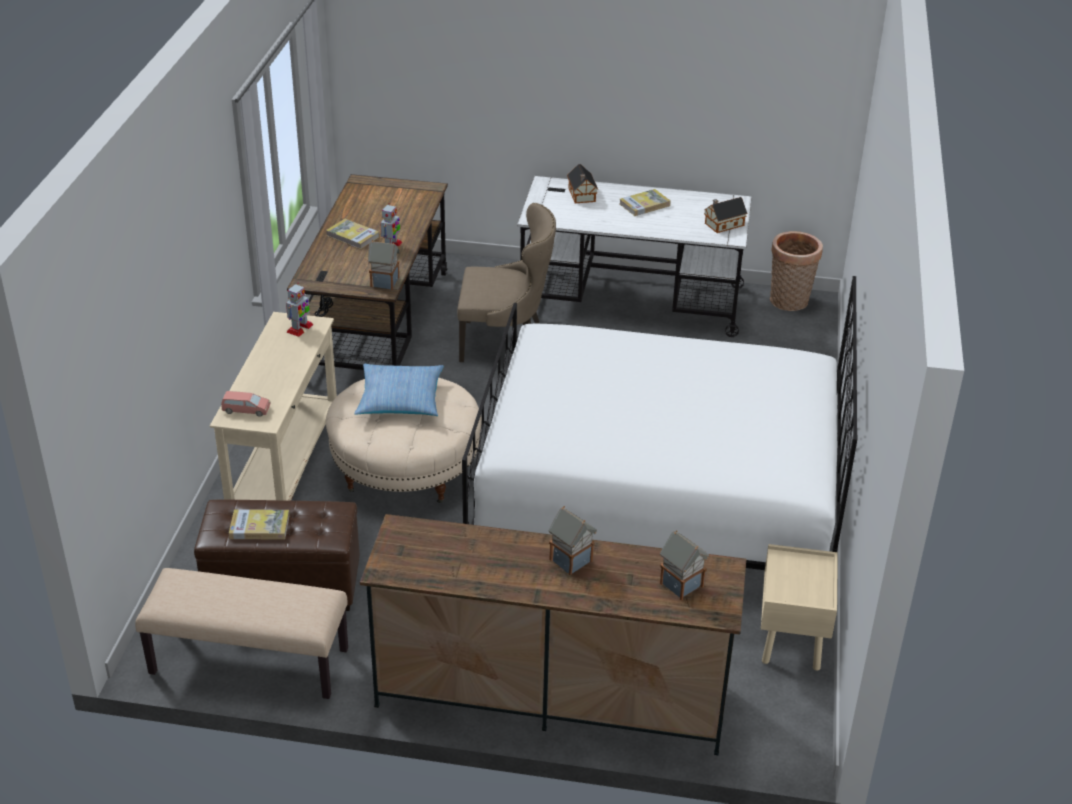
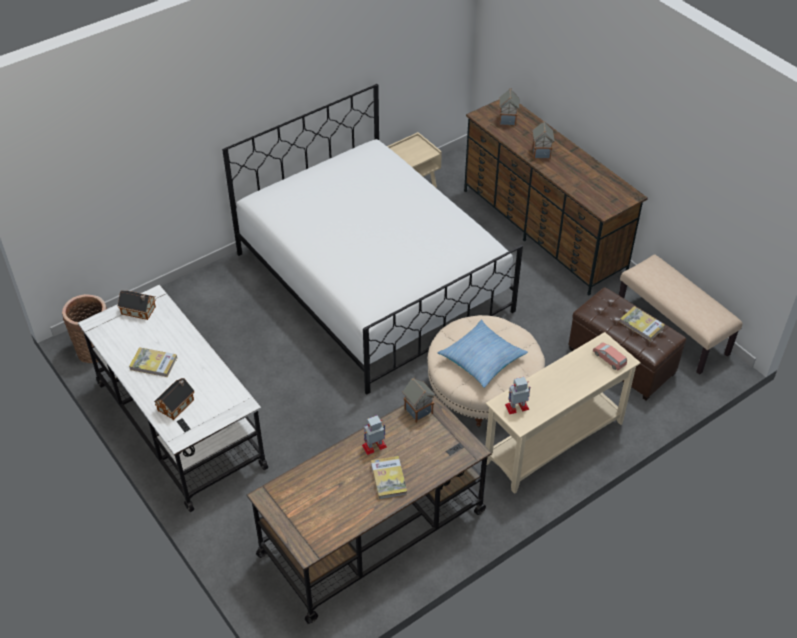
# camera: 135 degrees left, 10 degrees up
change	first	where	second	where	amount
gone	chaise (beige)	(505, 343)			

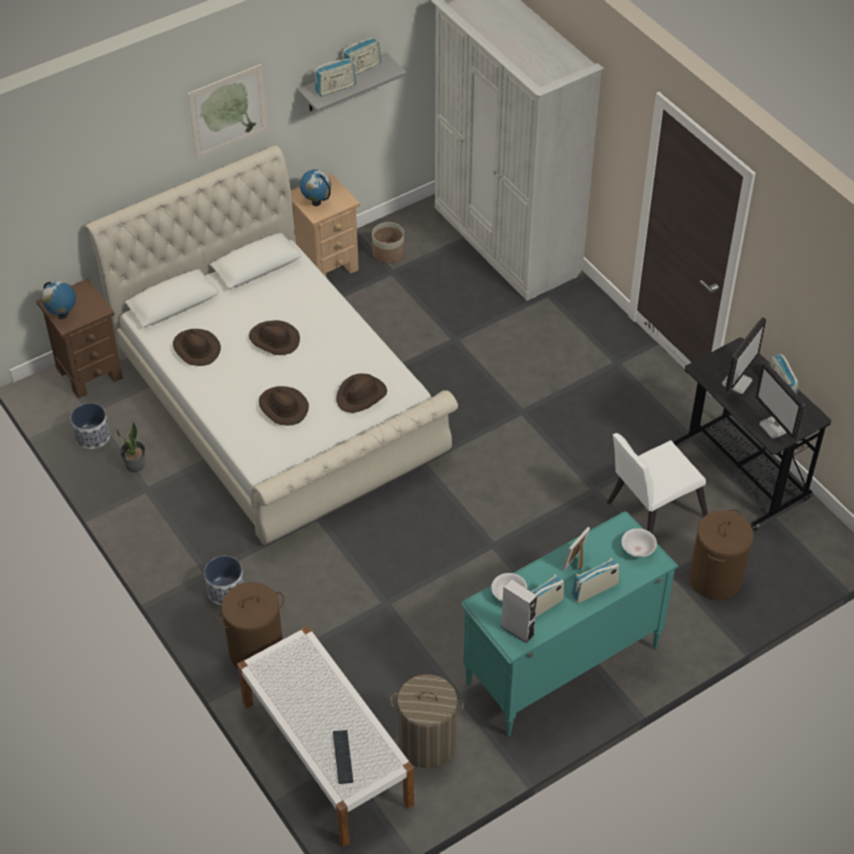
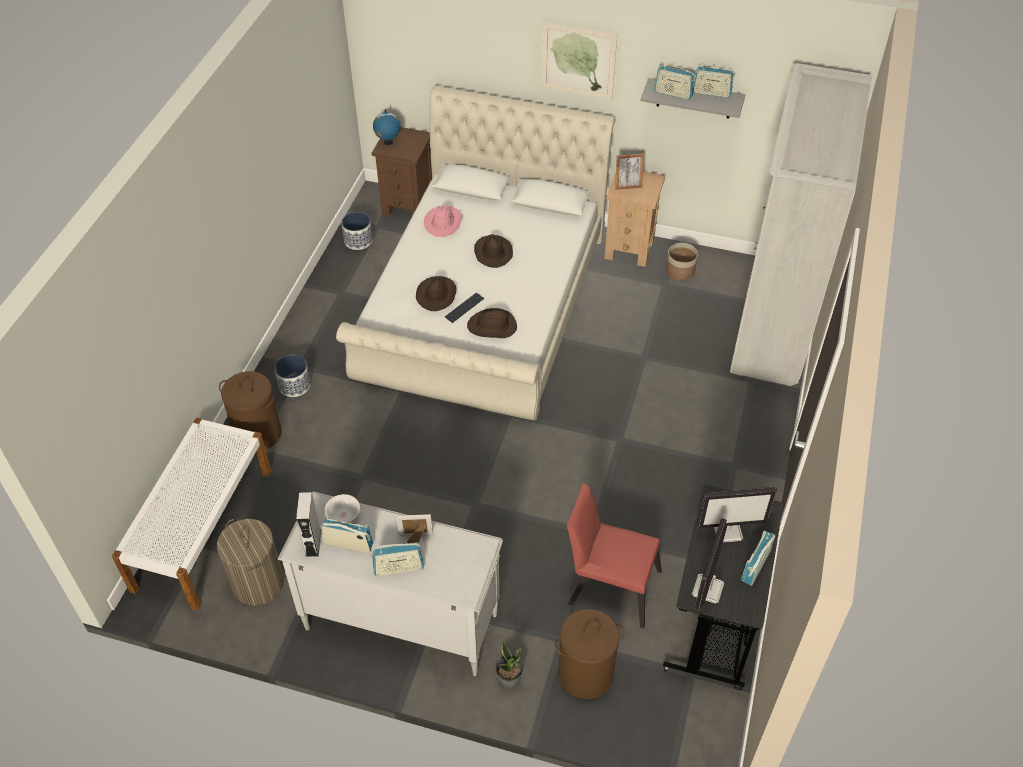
# camera: 50 degrees right, 0 degrees up
change	first	where	second	where	amount
repainted	commode (turquoise)	(560, 665)	commode (blanc)	(400, 620)	
rotated	radio	(594, 589)		(398, 568)	150 degrees clockwise
repainted	chapeau (marron)	(196, 349)	chapeau (rose)	(443, 222)	
shifted	clavier	(342, 757)		(464, 308)	
shifted	plante en pot	(135, 465)		(509, 679)	
repainted	chaise (blanc)	(650, 511)	chaise (rouge)	(609, 584)	
swapped	globe	(316, 202)	cadre photo	(628, 186)	
gone	bol (blanc)	(637, 550)			

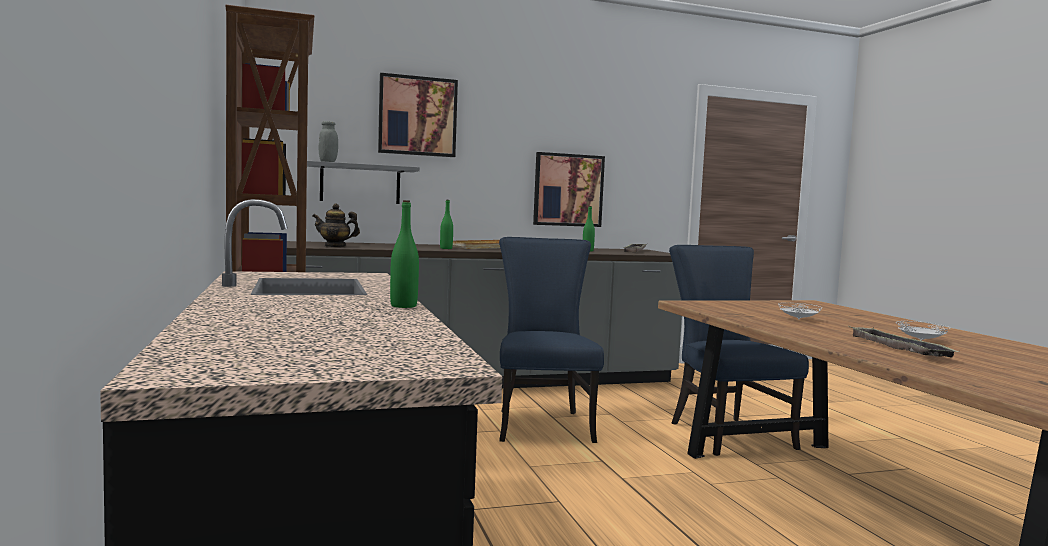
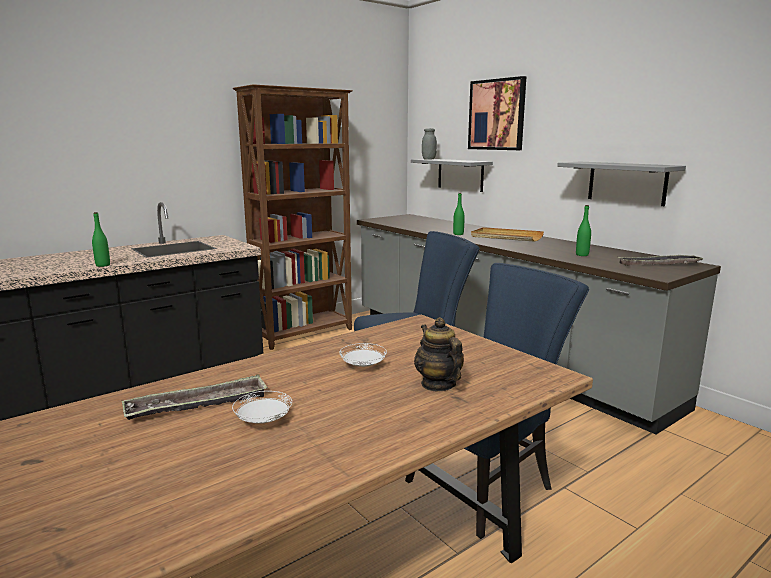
# camera: 70 degrees right, 10 degrees up
change	first	where	second	where	amount
shifted	théière	(335, 246)		(438, 384)	
swapped	tableau	(568, 190)	étagère (gris)	(626, 183)	

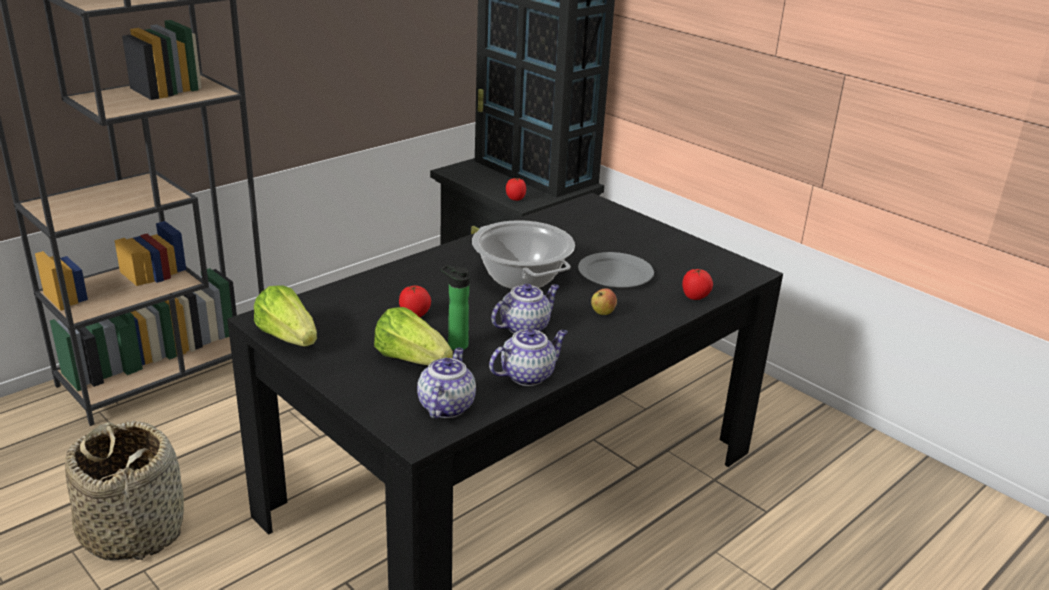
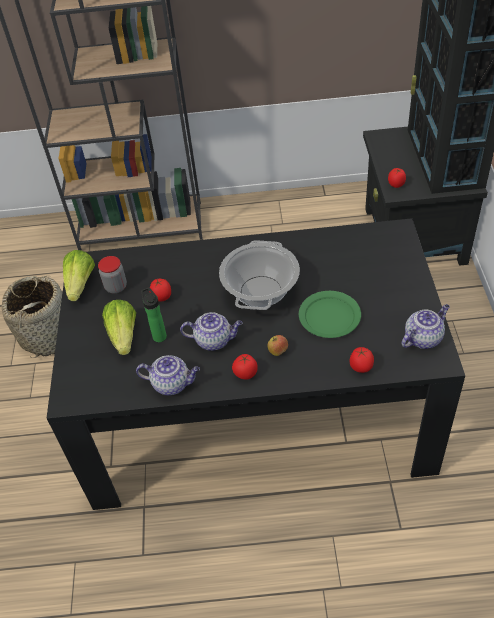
# camera: 45 degrees right, 20 degrees up
change	first	where	second	where	amount
new			bocal	(116, 287)	
new			tomate	(245, 374)	
repainted	assiette (gris)	(616, 274)	assiette (vert)	(330, 316)	
shifted	théière	(446, 406)		(423, 338)	

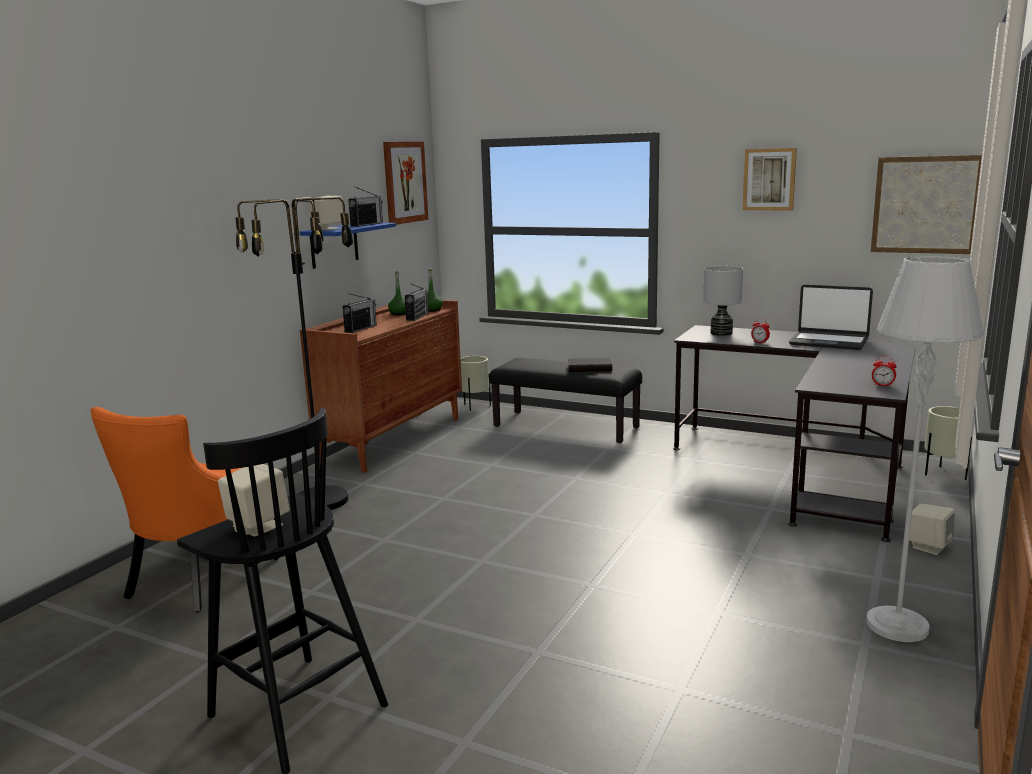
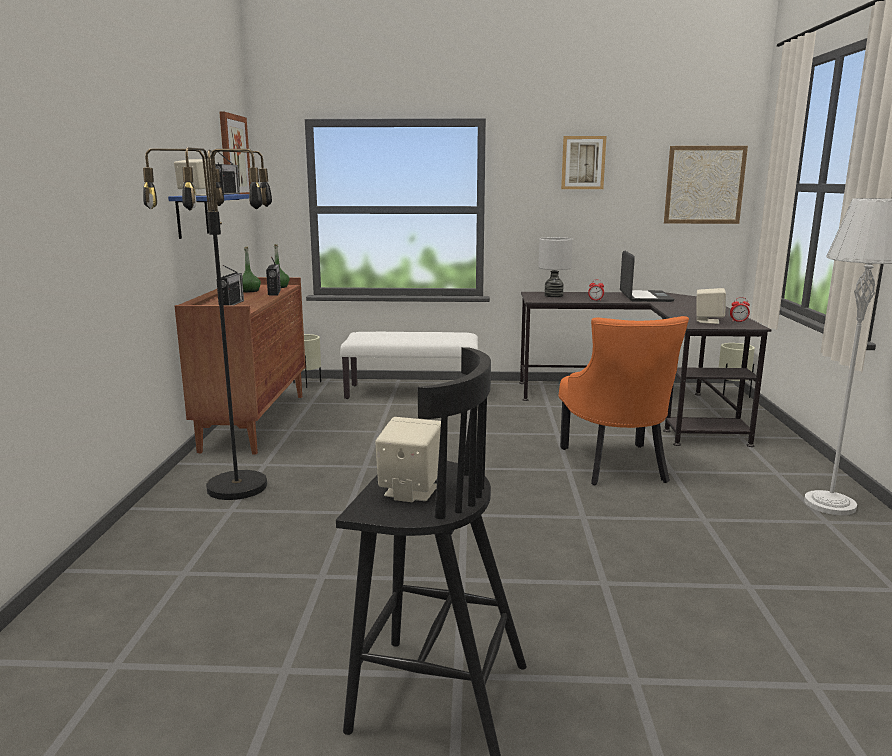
# camera: 25 degrees left, 0 degrees up
change	first	where	second	where	amount
repainted	banc (noir)	(566, 426)	banc (blanc)	(412, 392)	
shifted	chaise (orange)	(203, 576)		(613, 464)	
rotated	ordinateur portable	(828, 342)		(644, 297)	90 degrees counterclockwise
shifted	enceinte (beige)	(928, 546)		(708, 321)	
gone	livre (noir)	(590, 367)			

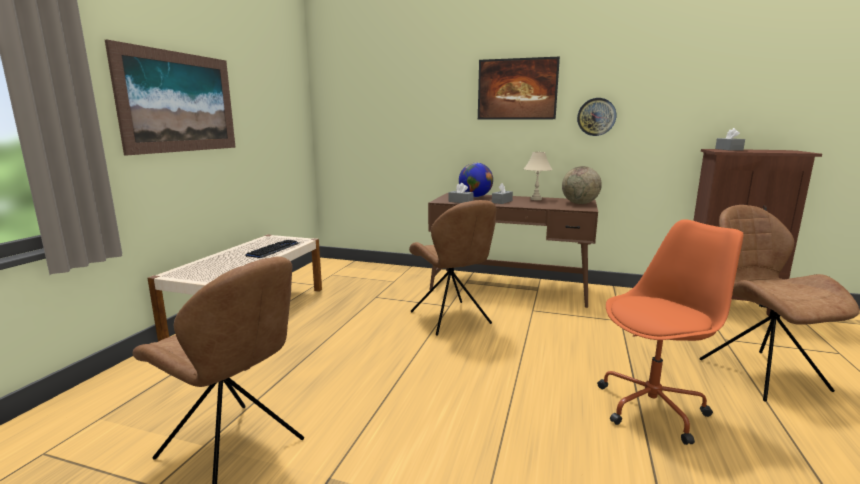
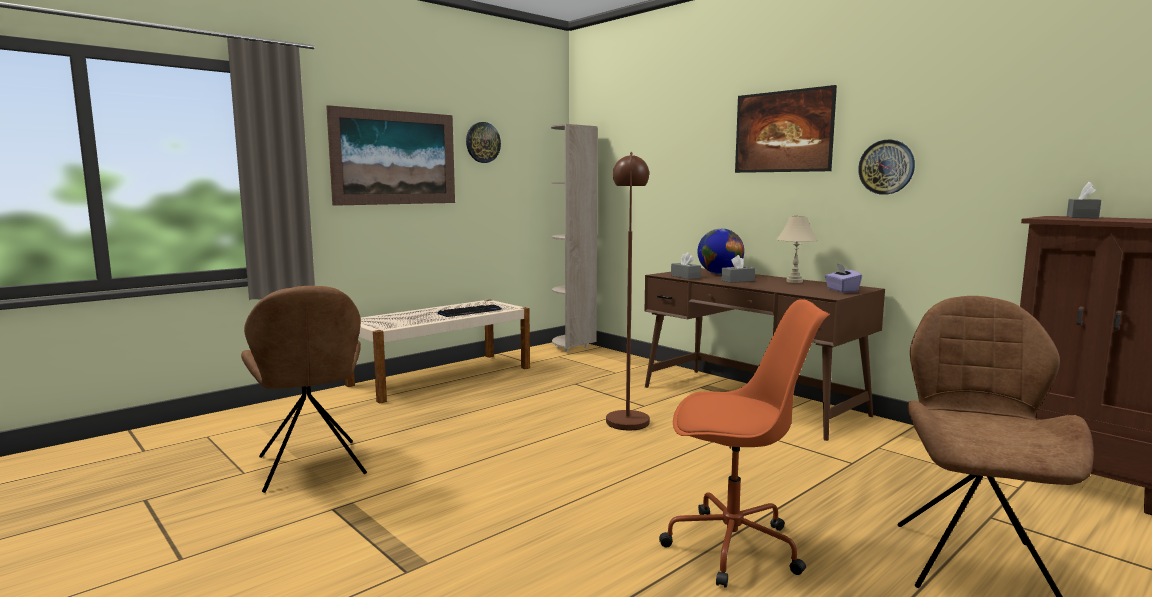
# camera: 30 degrees right, 5 degrees down
change	first	where	second	where	amount
new			horloge murale	(482, 142)	
new			bibliothèque (beige)	(570, 347)	
swapped	chaise (marron)	(451, 319)	lampadaire (marron)	(627, 418)	
swapped	globe	(580, 203)	boîte à mouchoirs (violet)	(841, 290)	

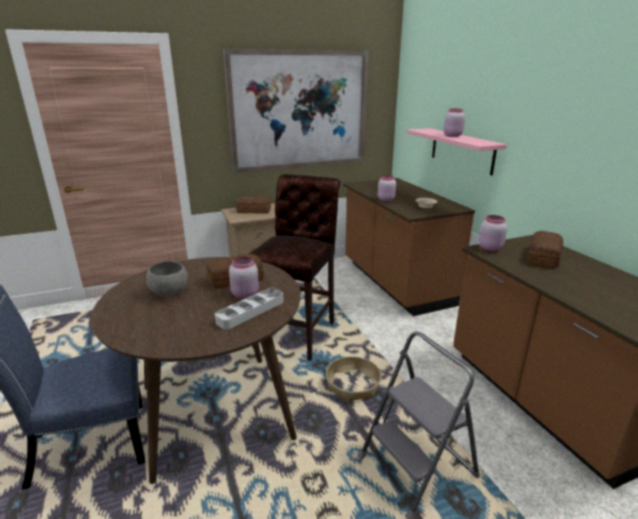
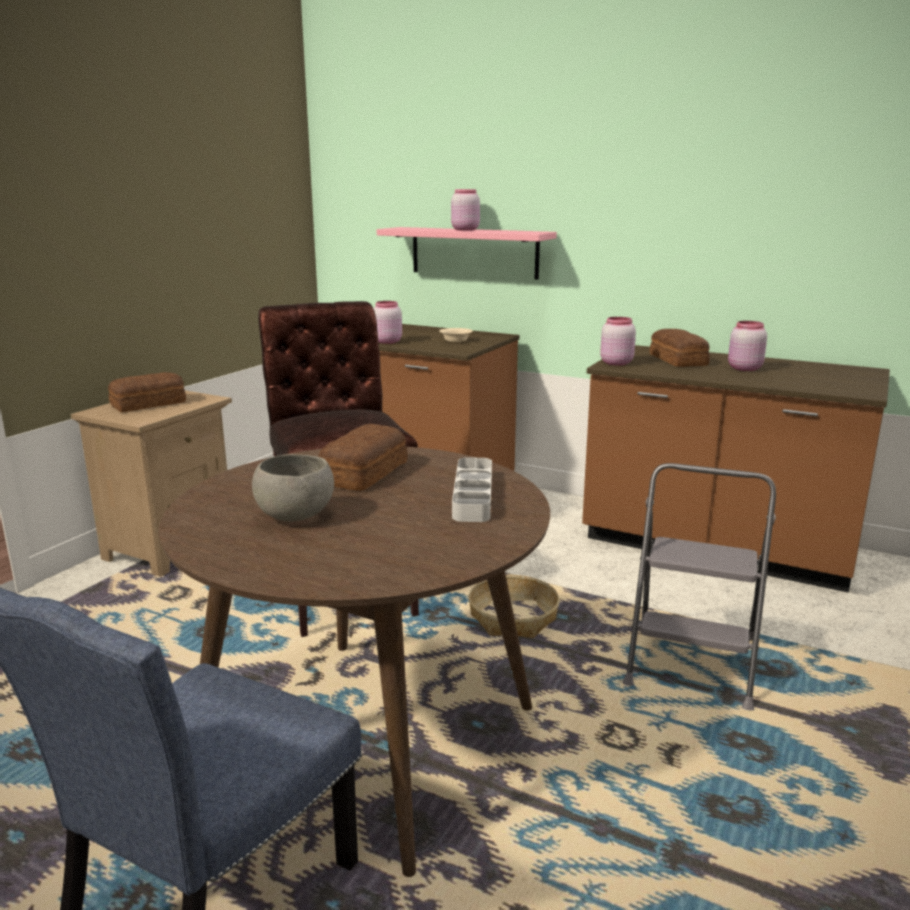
# camera: 40 degrees left, 5 degrees down
change	first	where	second	where	amount
shifted	bocal (rose)	(244, 294)		(743, 368)	
gone	tableau	(299, 110)			

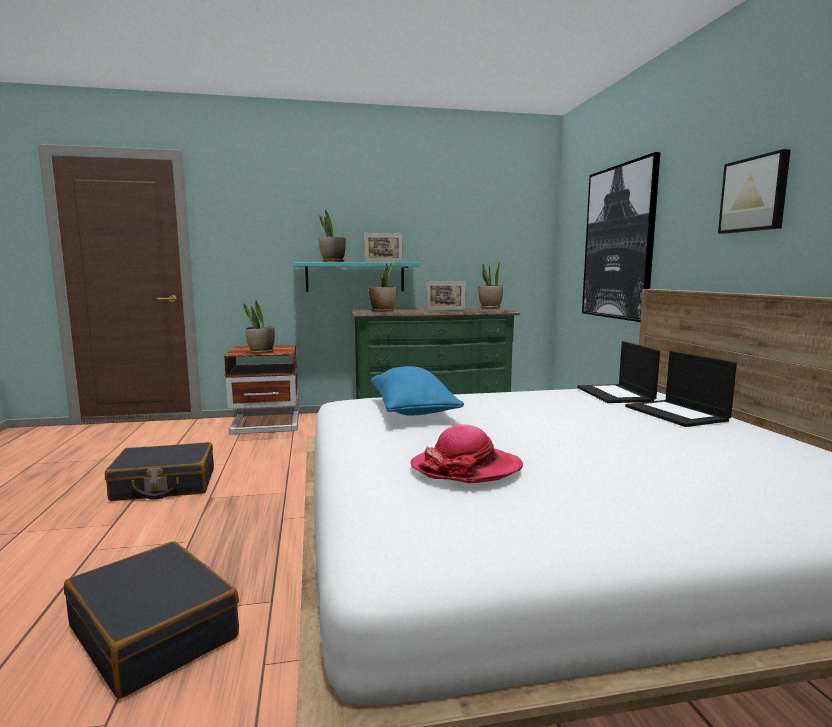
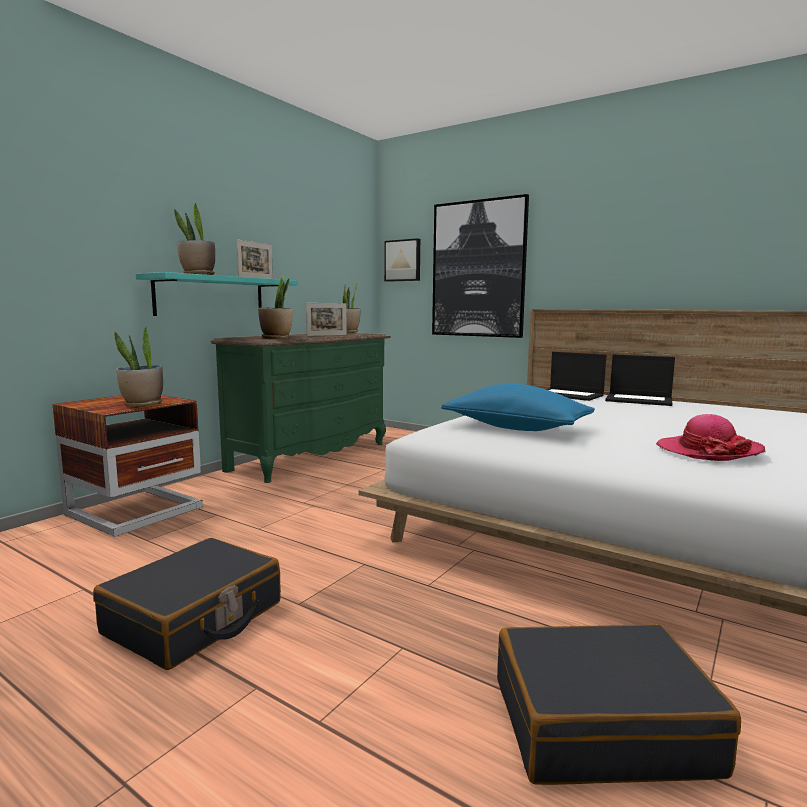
# camera: 45 degrees left, 0 degrees up
change	first	where	second	where	amount
shifted	tableau	(755, 194)		(403, 260)	

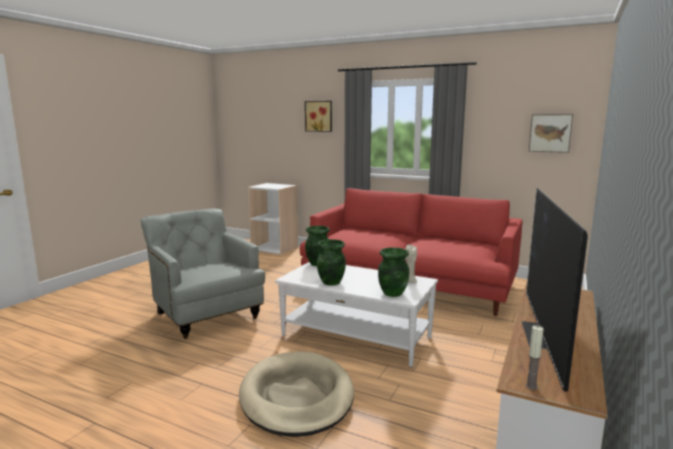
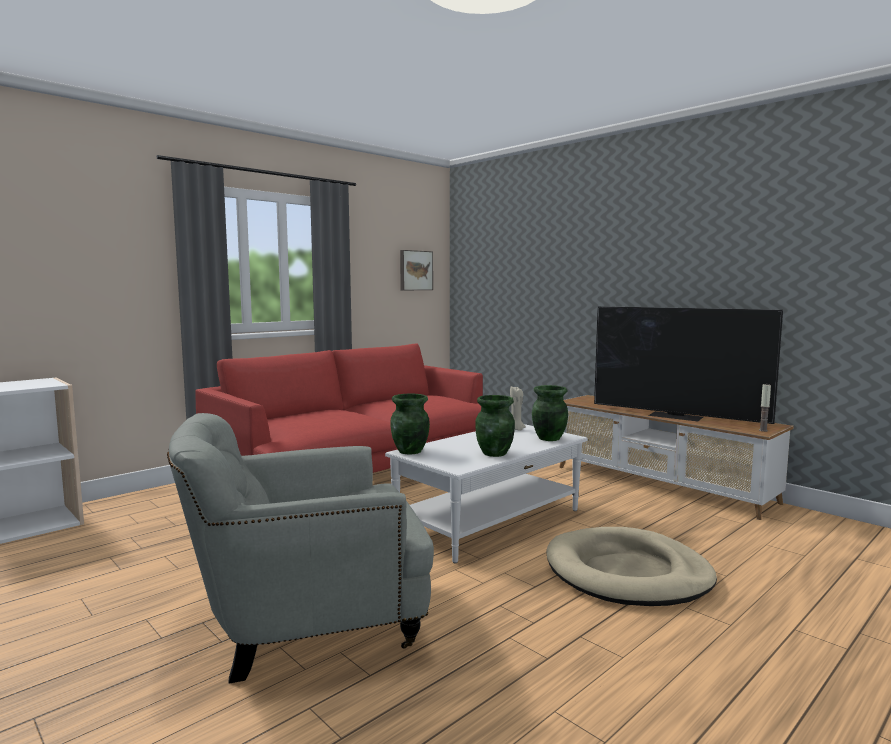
# camera: 70 degrees left, 5 degrees down
change	first	where	second	where	amount
gone	tableau	(319, 116)			

